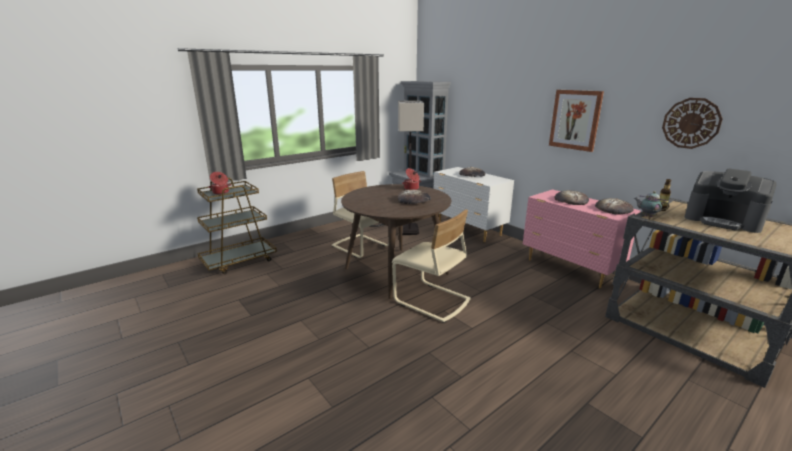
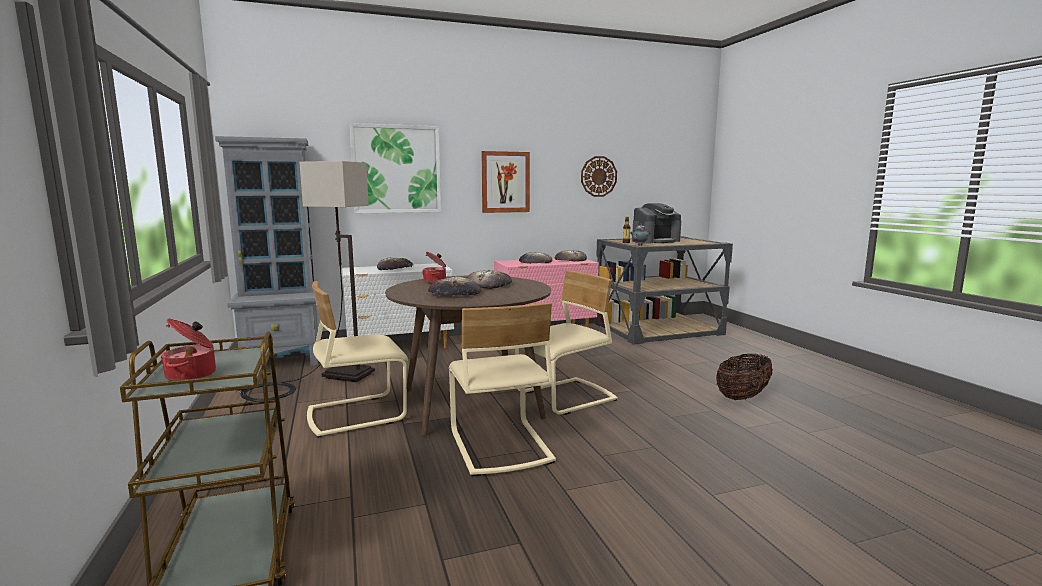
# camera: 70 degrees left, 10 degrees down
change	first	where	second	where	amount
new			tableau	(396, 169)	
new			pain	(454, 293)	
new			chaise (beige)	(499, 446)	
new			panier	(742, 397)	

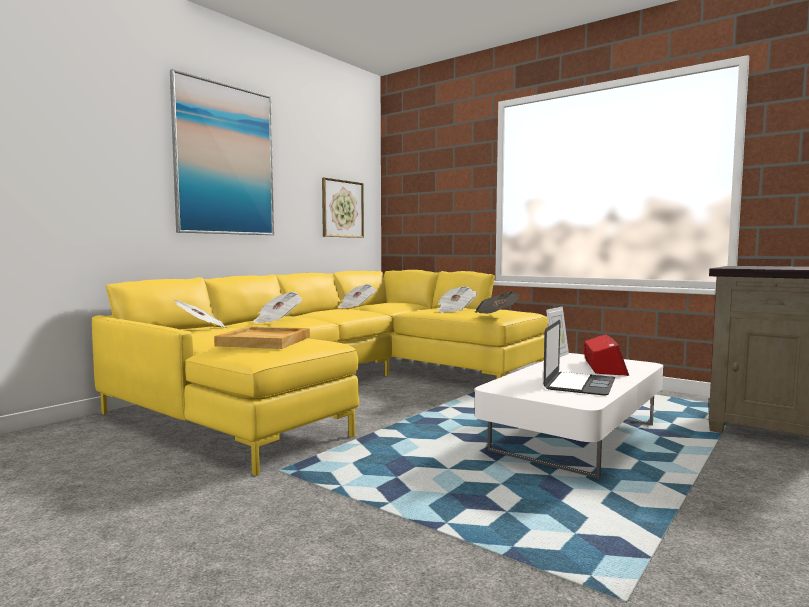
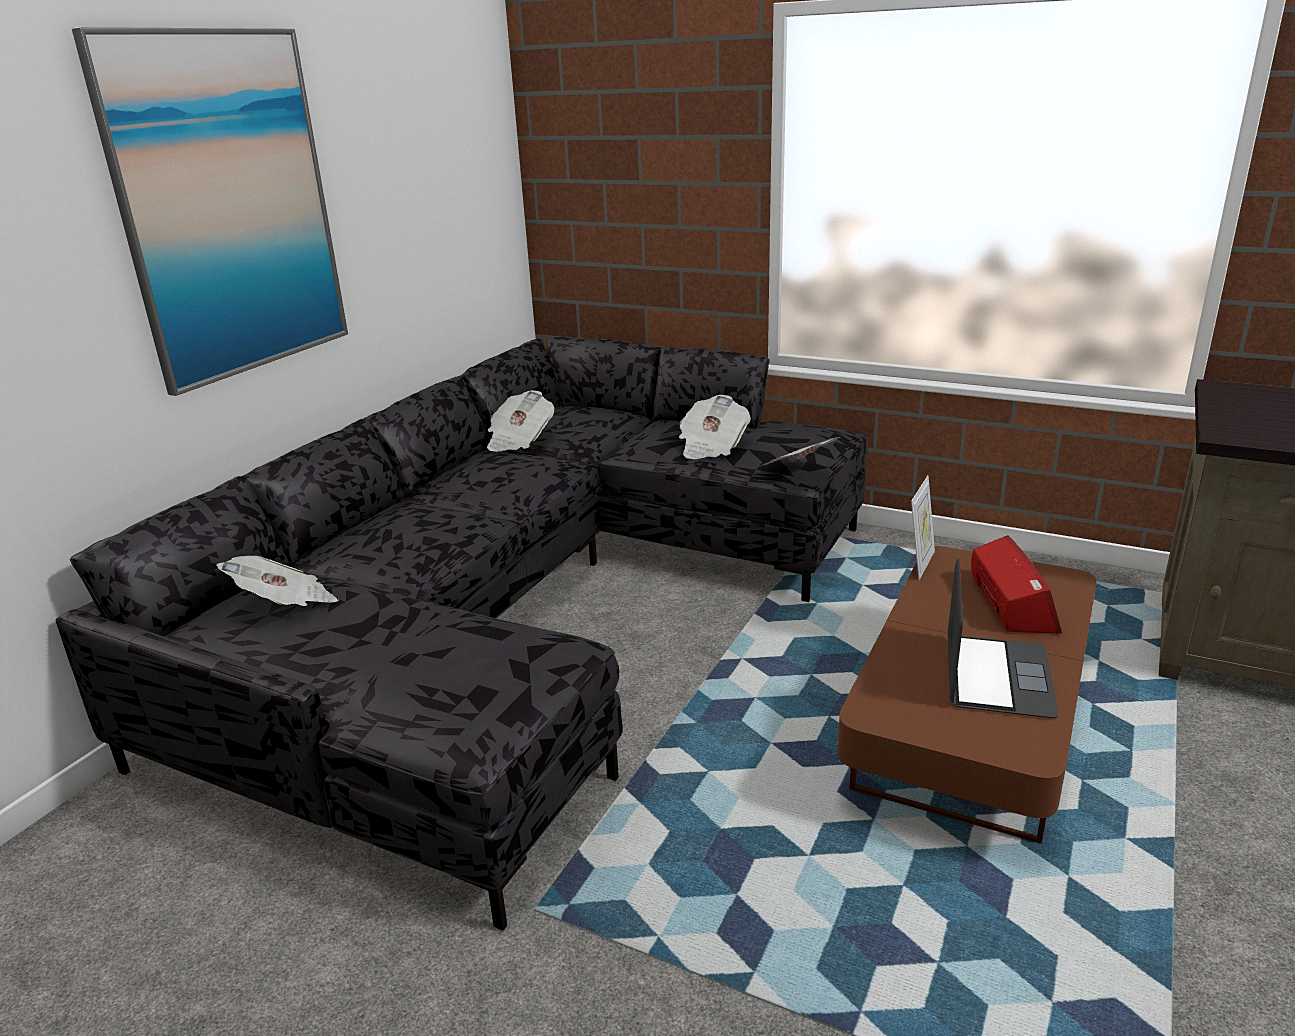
# camera: 10 degrees left, 20 degrees up
change	first	where	second	where	amount
repainted	canapé (jaune)	(340, 387)	canapé (noir)	(526, 616)	
repainted	table basse (blanc)	(575, 438)	table basse (marron)	(969, 726)	
gone	plateau (beige)	(265, 341)			
gone	journal	(277, 320)			
gone	tableau	(342, 209)			

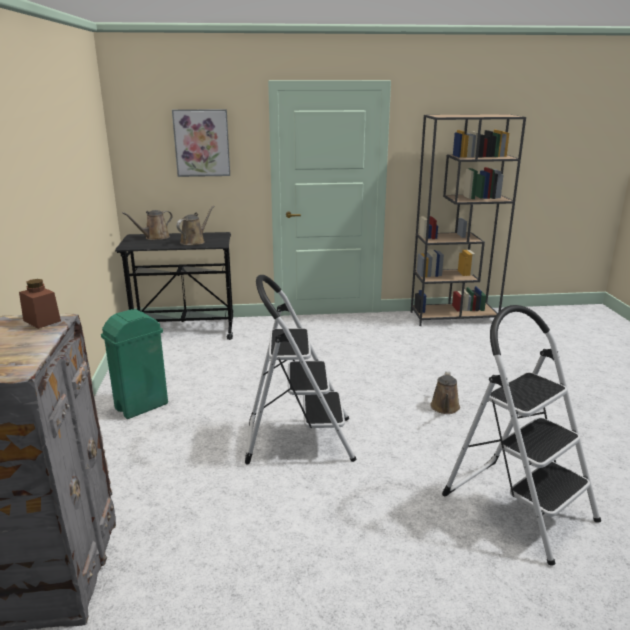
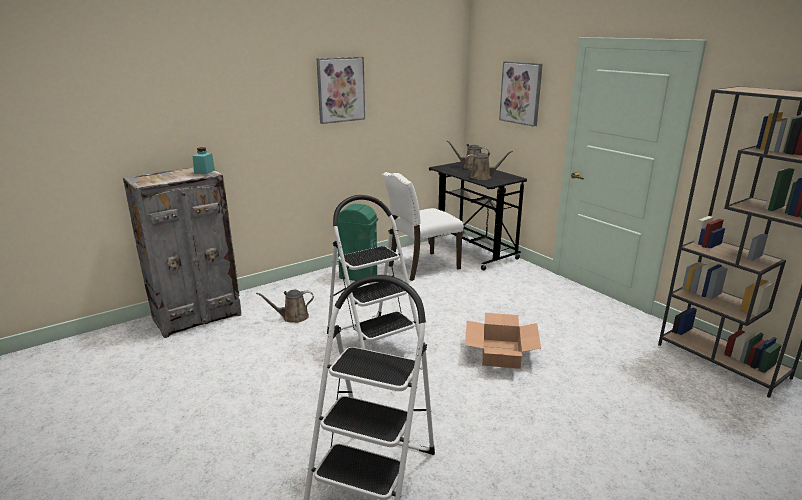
# camera: 60 degrees right, 0 degrees up
change	first	where	second	where	amount
repainted	bocal (marron)	(42, 321)	bocal (turquoise)	(204, 171)	
shifted	arrosoir (marron)	(445, 408)		(292, 317)	
new			tableau	(340, 90)	
new			chaise (blanc)	(421, 267)	
new			carton	(500, 353)	

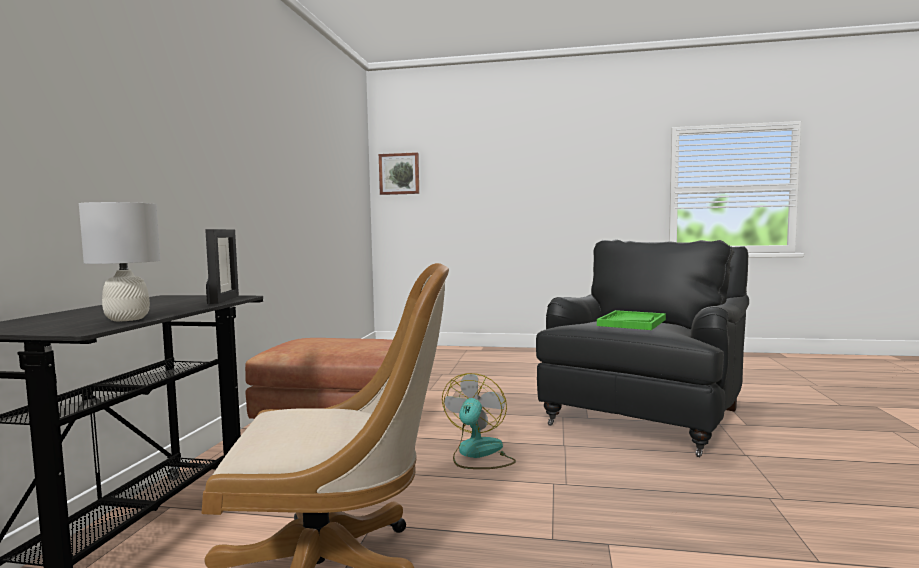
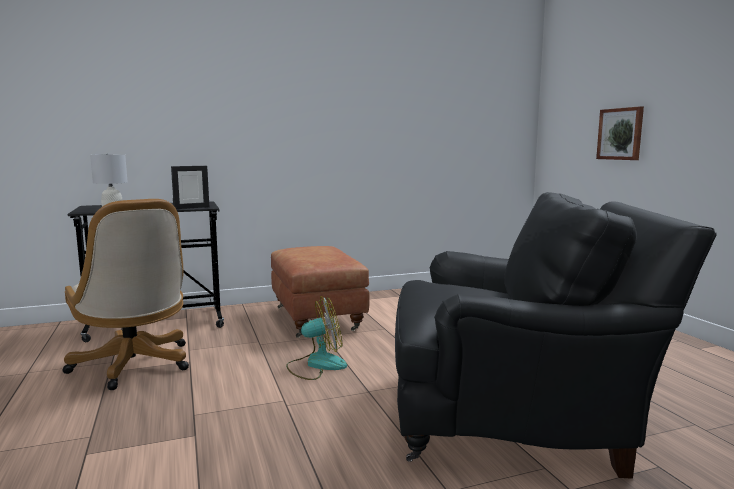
# camera: 60 degrees right, 5 degrees up
change	first	where	second	where	amount
shifted	tableau	(399, 174)		(620, 134)	
gone	plateau (vert)	(631, 322)			

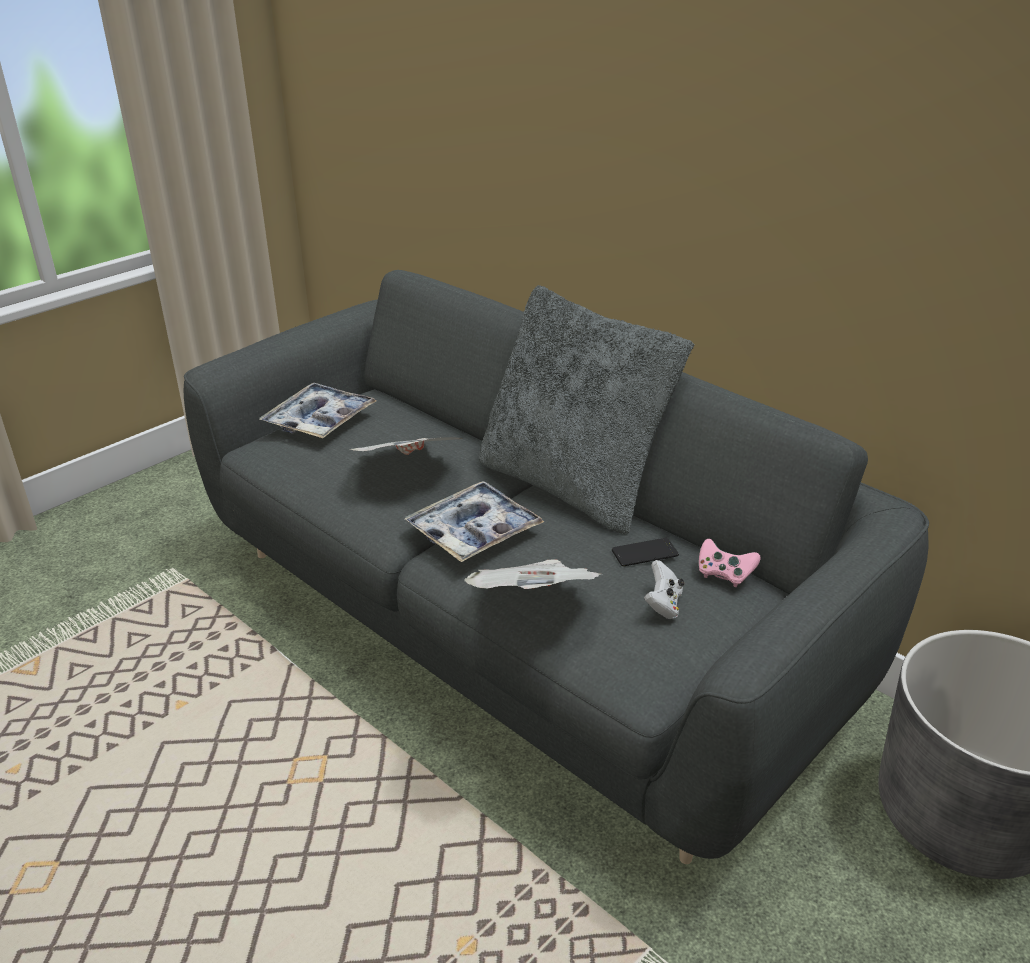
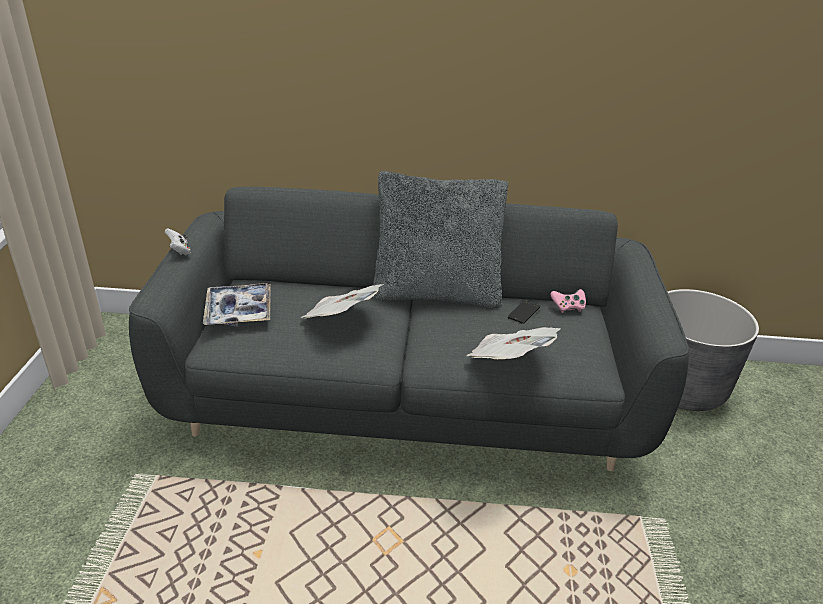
# camera: 40 degrees left, 0 degrees up
change	first	where	second	where	amount
shifted	manette (blanc)	(663, 605)		(179, 251)	
gone	plateau	(474, 531)			

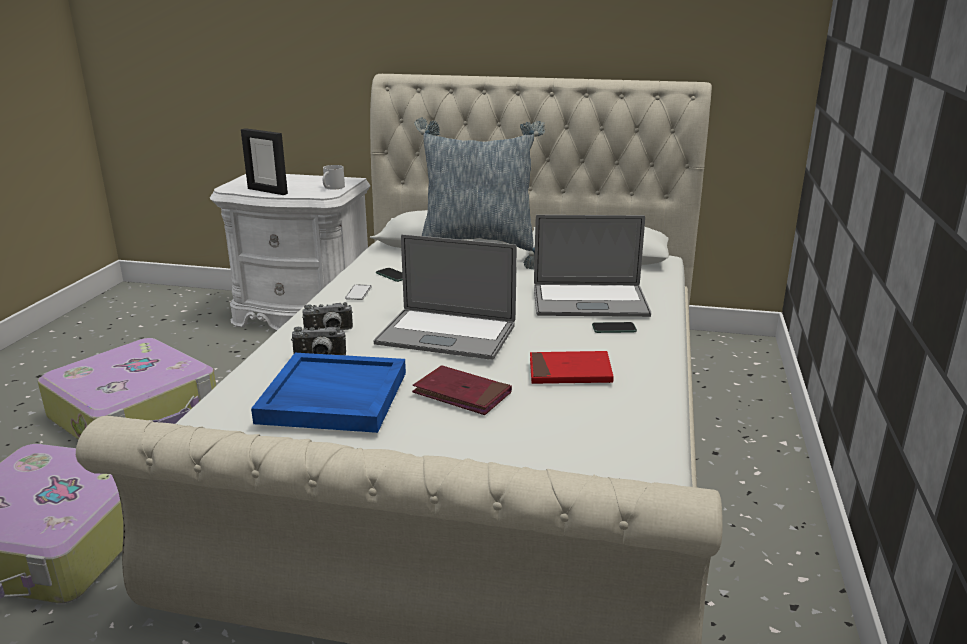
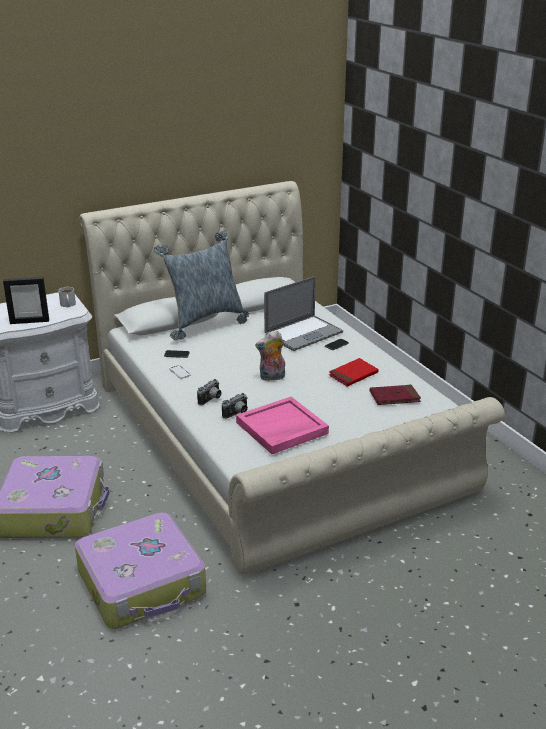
# camera: 40 degrees left, 5 degrees up
change	first	where	second	where	amount
repainted	plateau (bleu)	(332, 397)	plateau (rose)	(281, 428)	
swapped	ordinateur portable	(446, 334)	peluche	(272, 378)	
shifted	livre (rouge)	(462, 394)		(394, 397)	

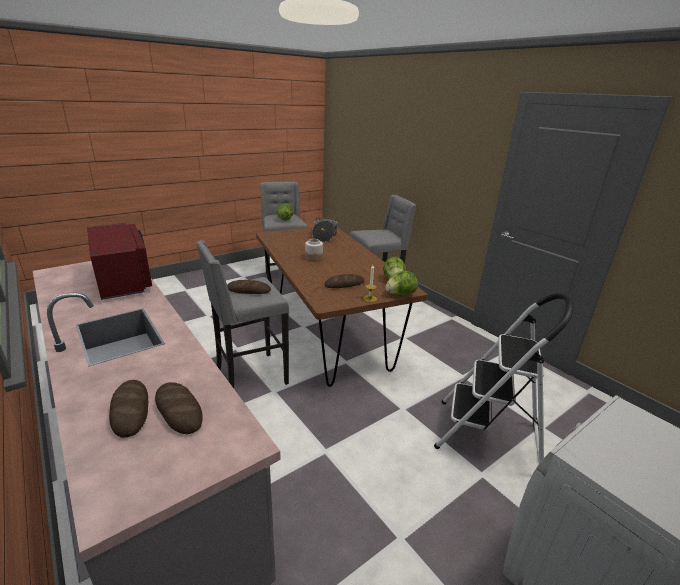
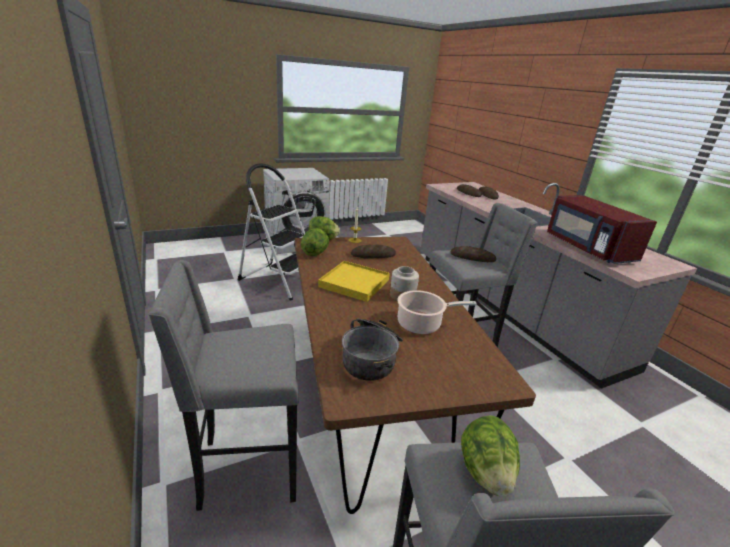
# camera: 170 degrees left, 0 degrees up
change	first	where	second	where	amount
new			plateau (jaune)	(354, 283)	
new			marmite	(422, 324)	

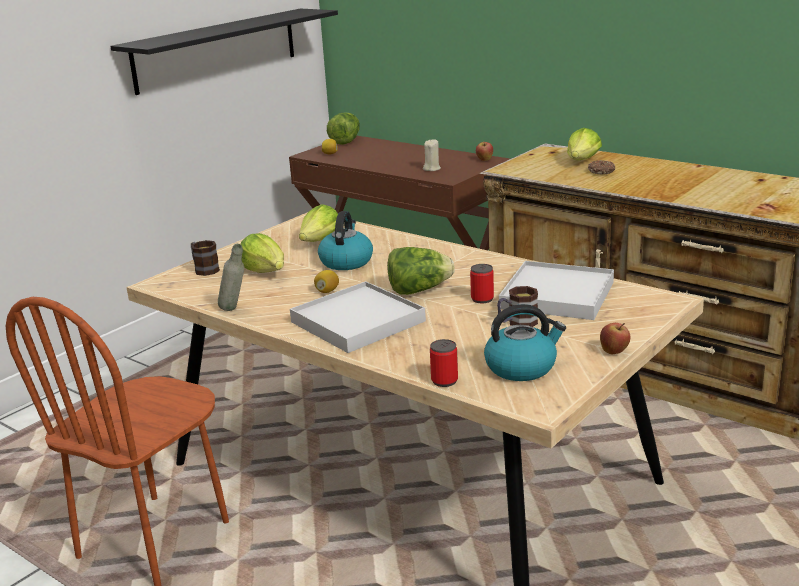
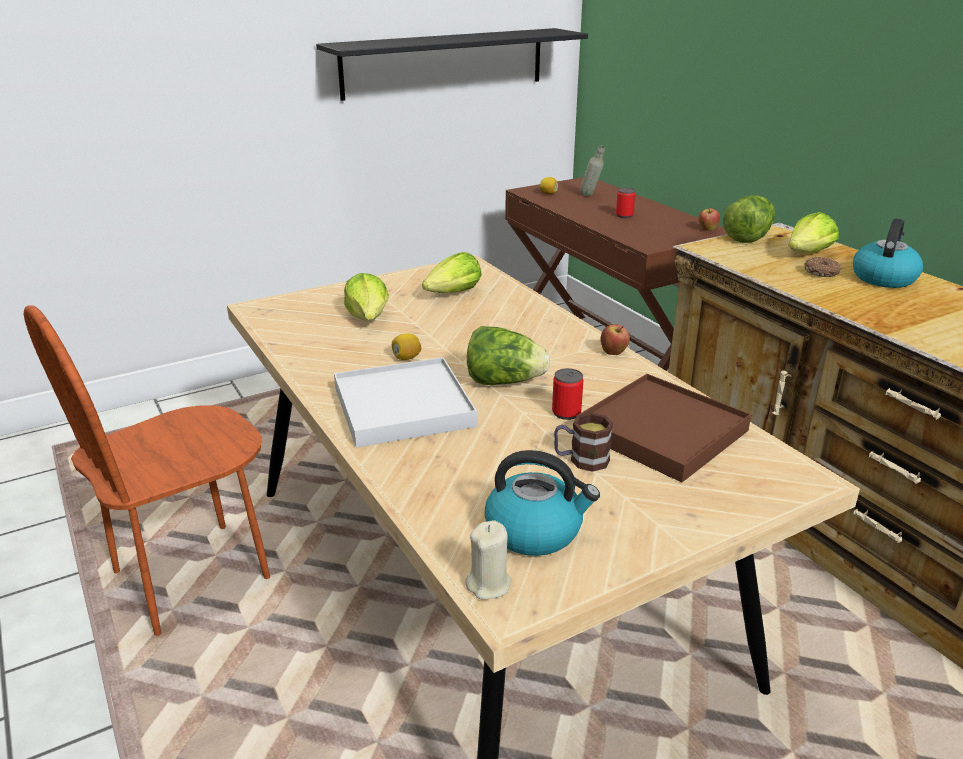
# camera: 20 degrees right, 5 degrees up
change	first	where	second	where	amount
shifted	bougie (beige)	(432, 169)		(489, 584)	
repainted	plateau (blanc)	(557, 295)	plateau (marron)	(661, 431)	
shifted	bouteille (gris)	(235, 310)		(591, 196)	
shifted	pomme	(614, 352)		(613, 353)	
shifted	boîte métallique	(444, 381)		(624, 215)	
shifted	laitue	(346, 141)		(748, 237)	
shifted	bouilloire	(346, 261)		(883, 278)	
gone	mug	(204, 269)			

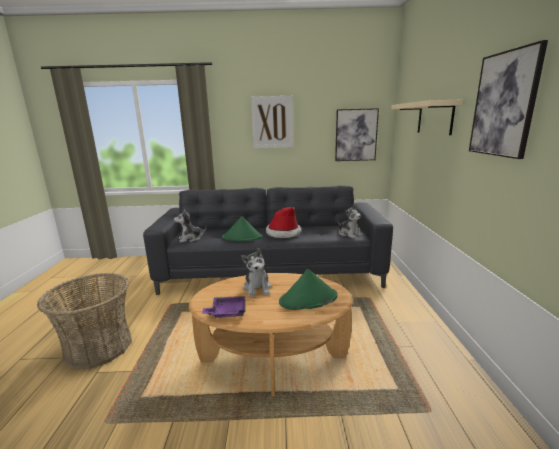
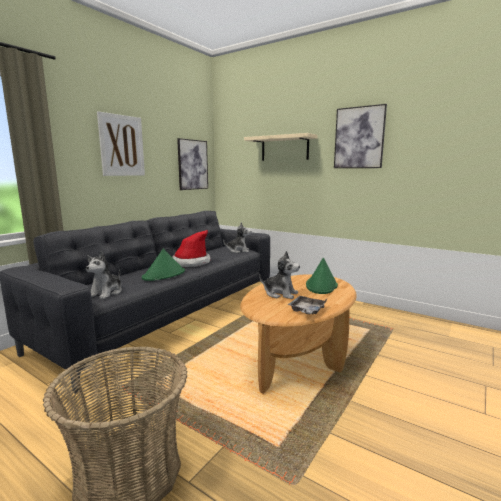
# camera: 55 degrees left, 5 degrees down
change	first	where	second	where	amount
repainted	plateau (violet)	(227, 312)	plateau (gris)	(306, 311)	

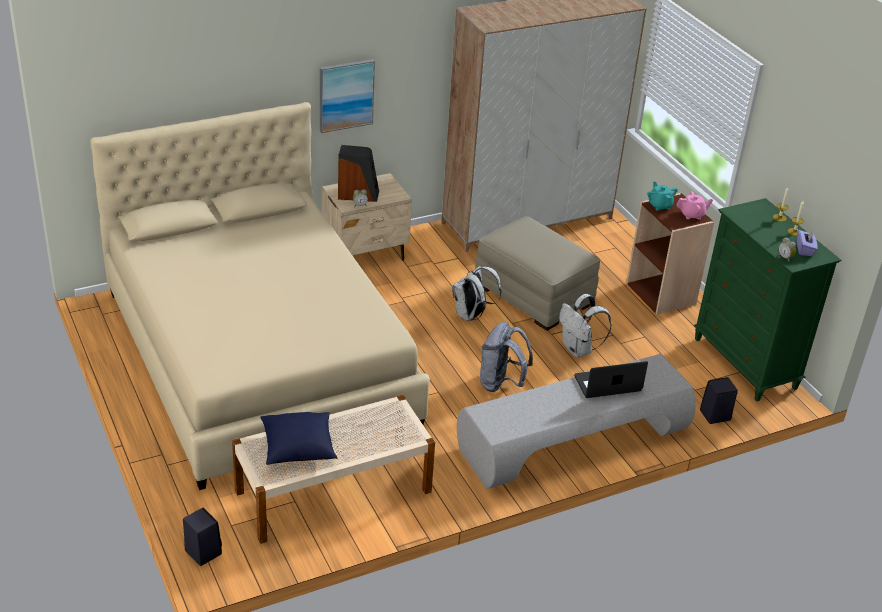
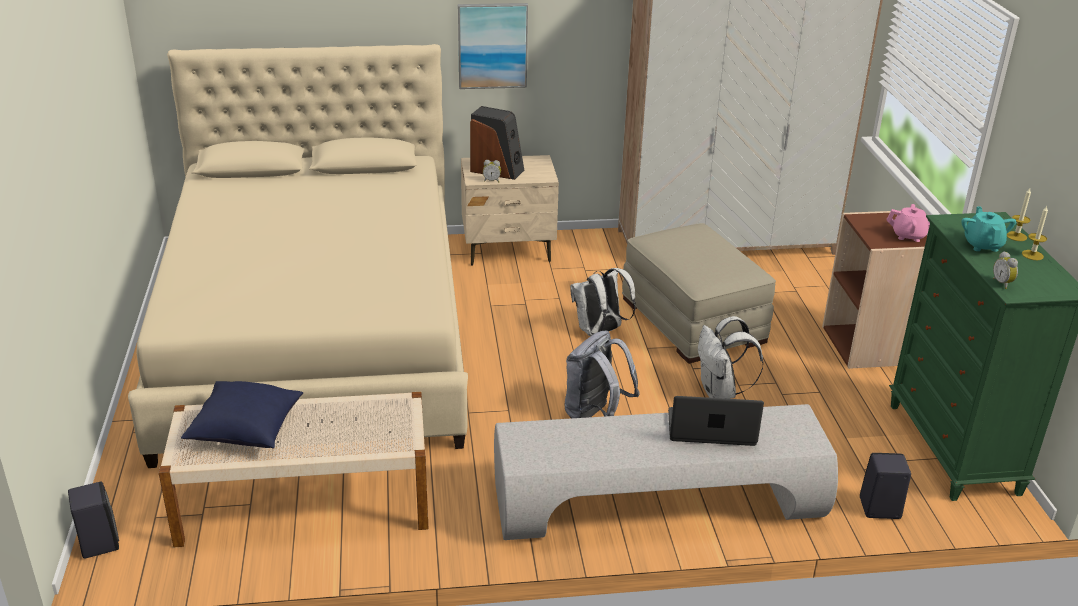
# camera: 20 degrees right, 5 degrees down
change	first	where	second	where	amount
shifted	théière (turquoise)	(659, 205)		(982, 245)	
gone	boîte à mouchoirs (violet)	(804, 250)			

